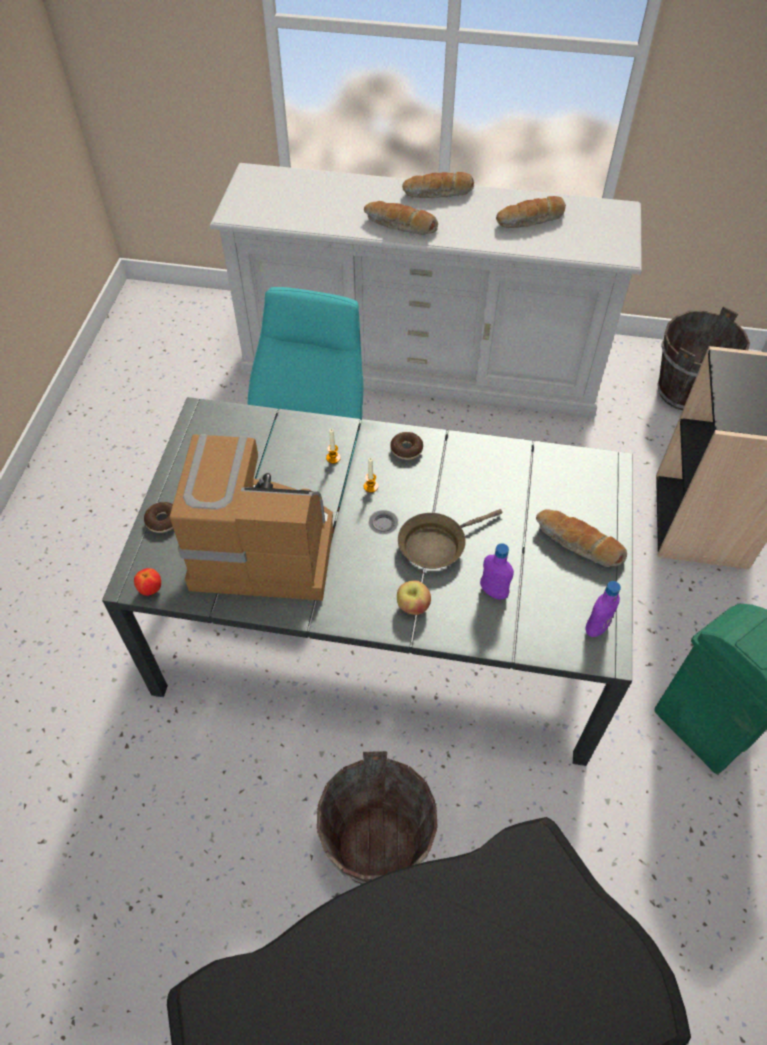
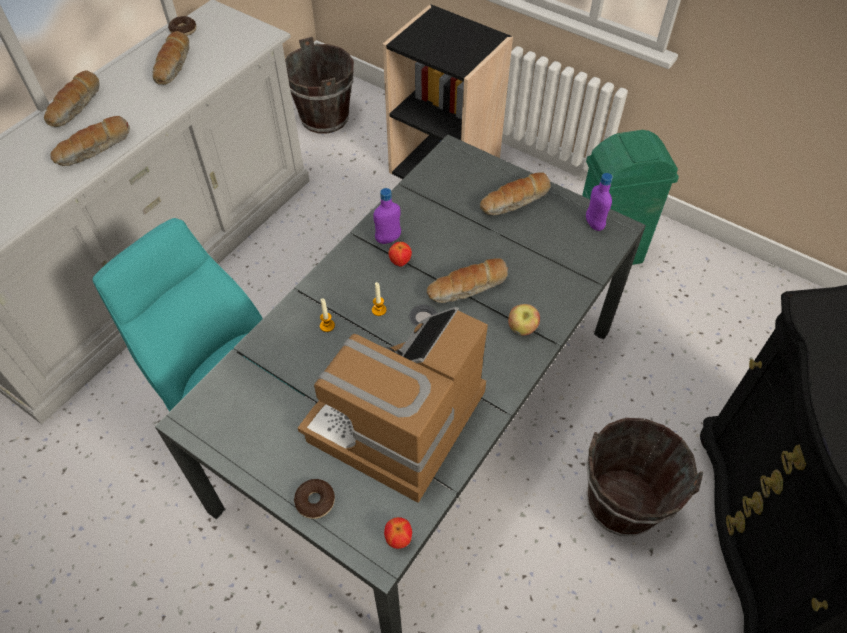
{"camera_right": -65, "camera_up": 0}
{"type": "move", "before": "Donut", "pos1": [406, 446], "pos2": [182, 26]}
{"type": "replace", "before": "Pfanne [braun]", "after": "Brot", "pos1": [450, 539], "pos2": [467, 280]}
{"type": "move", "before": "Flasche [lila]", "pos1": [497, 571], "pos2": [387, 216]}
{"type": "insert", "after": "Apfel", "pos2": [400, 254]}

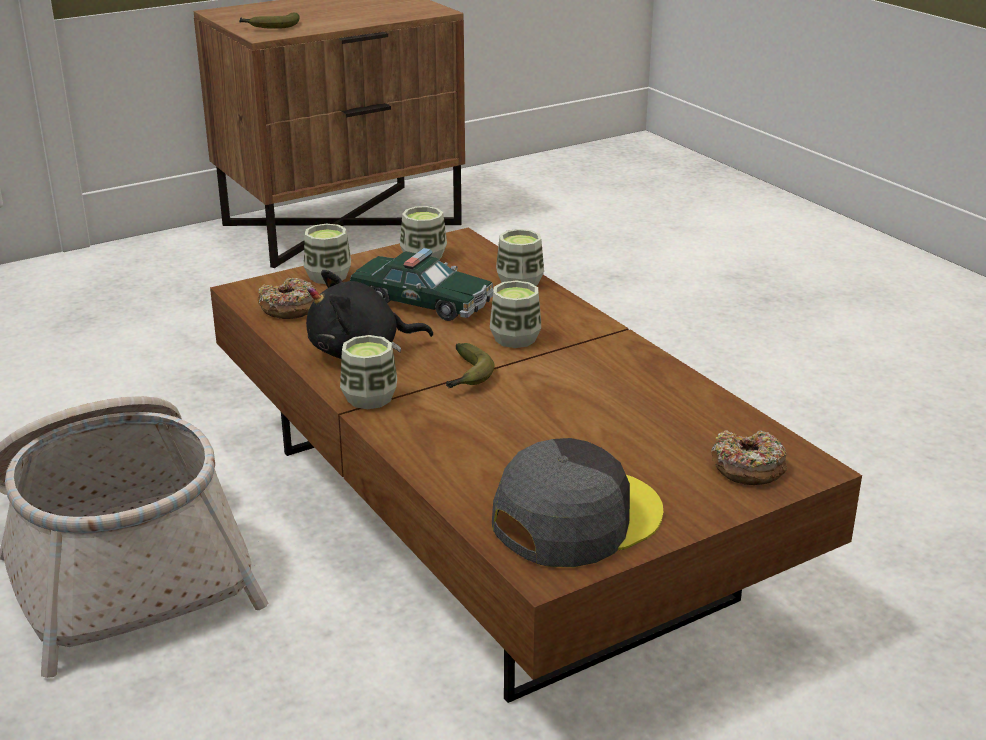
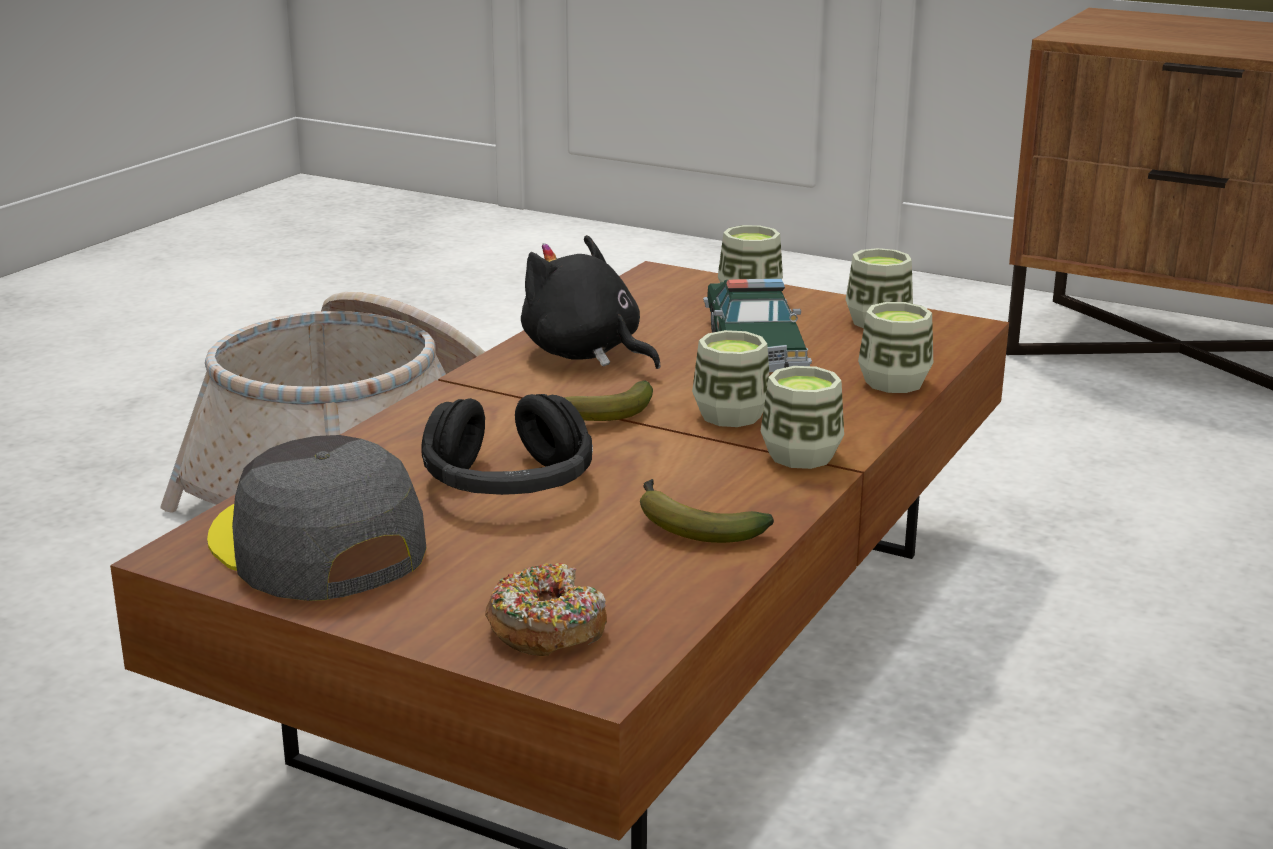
{"camera_right": 60, "camera_up": -5}
{"type": "move", "before": "Banane", "pos1": [269, 21], "pos2": [707, 511]}
{"type": "delete", "before": "Donut", "pos1": [286, 298]}
{"type": "move", "before": "Tasse", "pos1": [368, 372], "pos2": [802, 417]}
{"type": "rotate", "before": "Kappe [grau]", "pos1": [577, 502], "pos2": [317, 518], "turn": -150}
{"type": "insert", "after": "Kopfhörer [schwarz]", "pos2": [507, 444]}

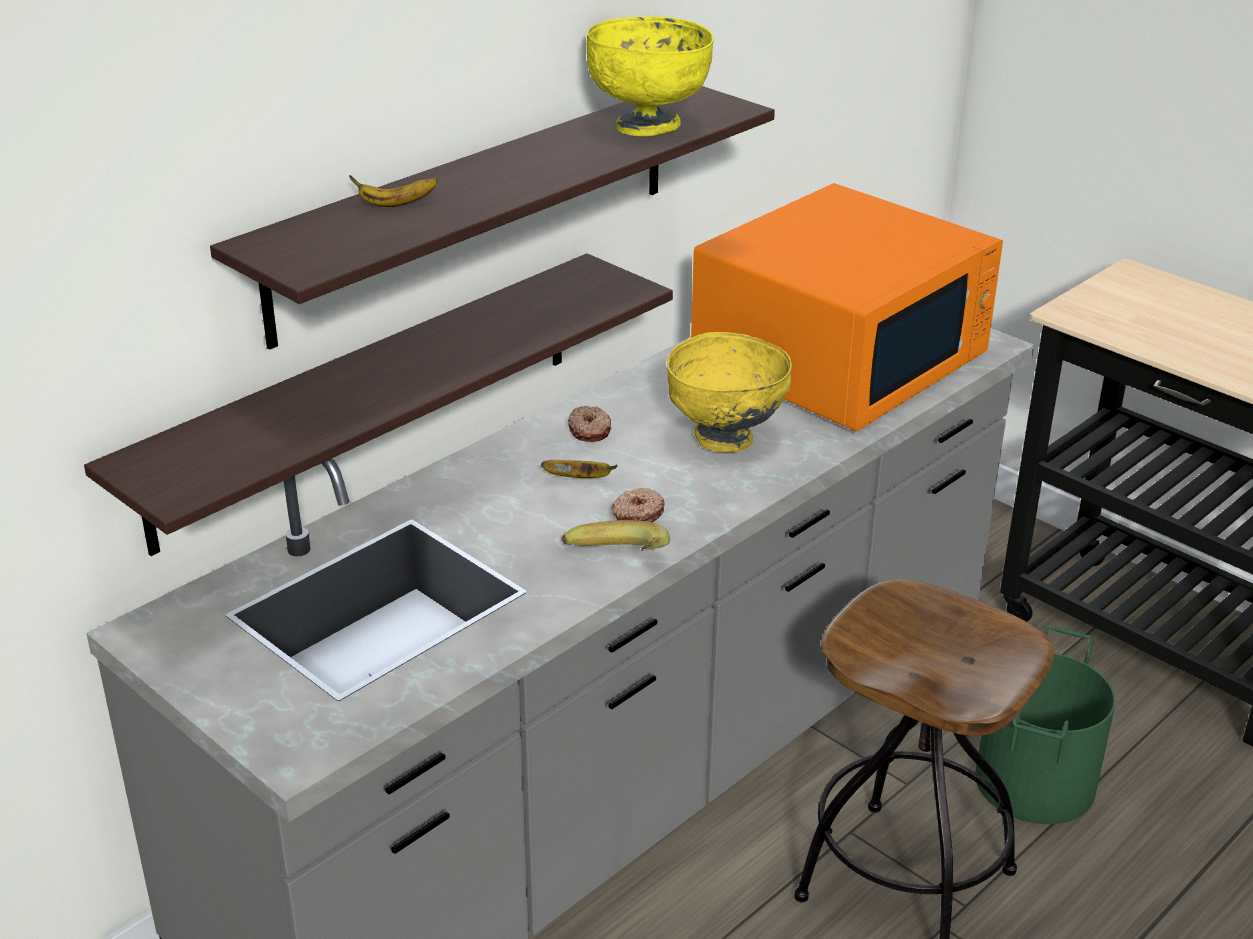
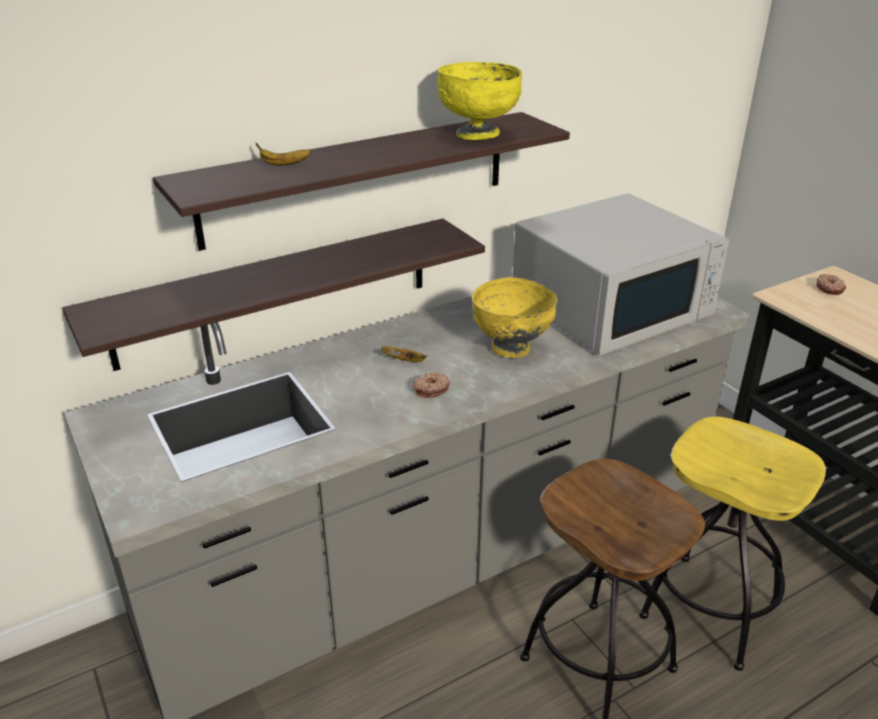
{"camera_right": 15, "camera_up": 0}
{"type": "delete", "before": "Banane", "pos1": [615, 535]}
{"type": "move", "before": "Donut", "pos1": [589, 424], "pos2": [831, 284]}
{"type": "recolor", "before": "Mikrowelle [orange]", "after": "Mikrowelle [weiß]", "pos1": [847, 307], "pos2": [620, 274]}
{"type": "replace", "before": "Eimer [grün]", "after": "Hocker [gelb]", "pos1": [1045, 725], "pos2": [732, 544]}

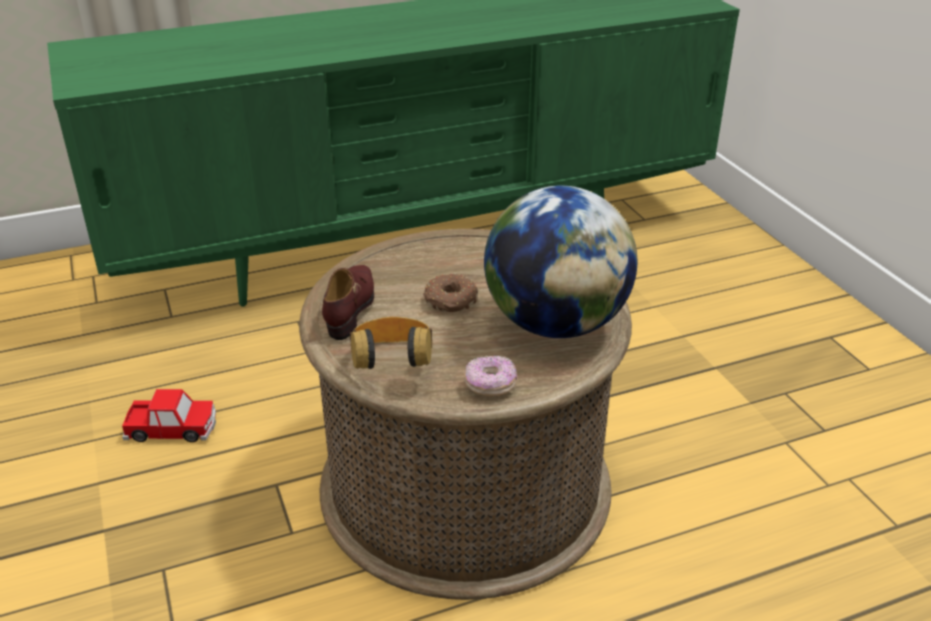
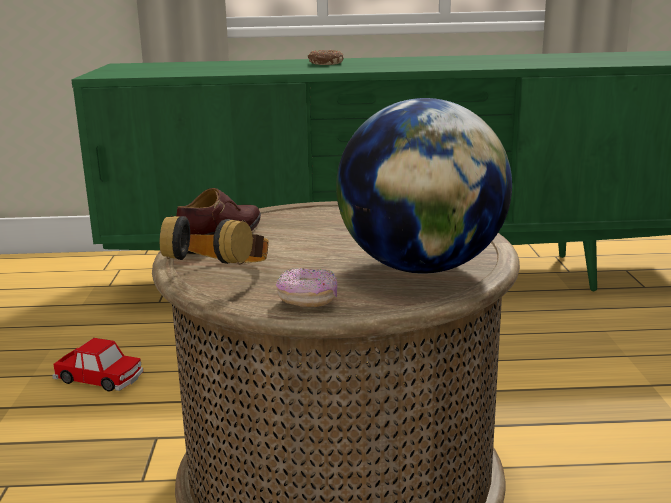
{"camera_right": 20, "camera_up": -15}
{"type": "move", "before": "Donut", "pos1": [450, 293], "pos2": [325, 57]}

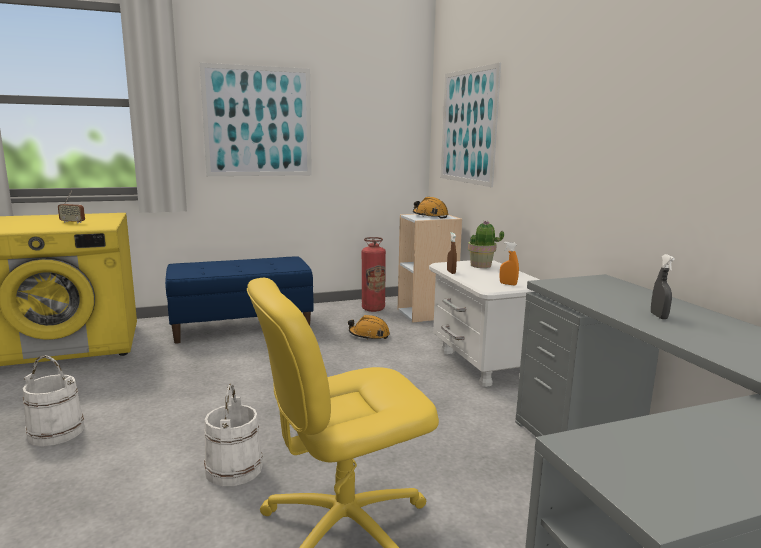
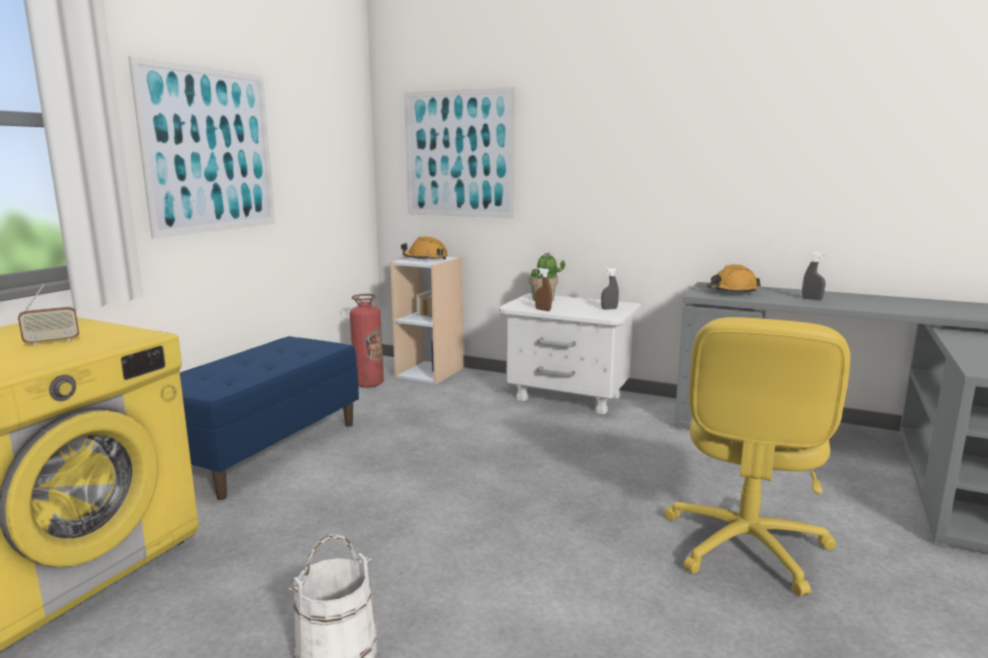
{"camera_right": -45, "camera_up": 0}
{"type": "delete", "before": "Eimer [weiß]", "pos1": [233, 435]}
{"type": "move", "before": "Schutzhelm [orange]", "pos1": [369, 327], "pos2": [734, 278]}
{"type": "recolor", "before": "Sprühflasche [orange]", "after": "Sprühflasche [grau]", "pos1": [509, 263], "pos2": [610, 288]}

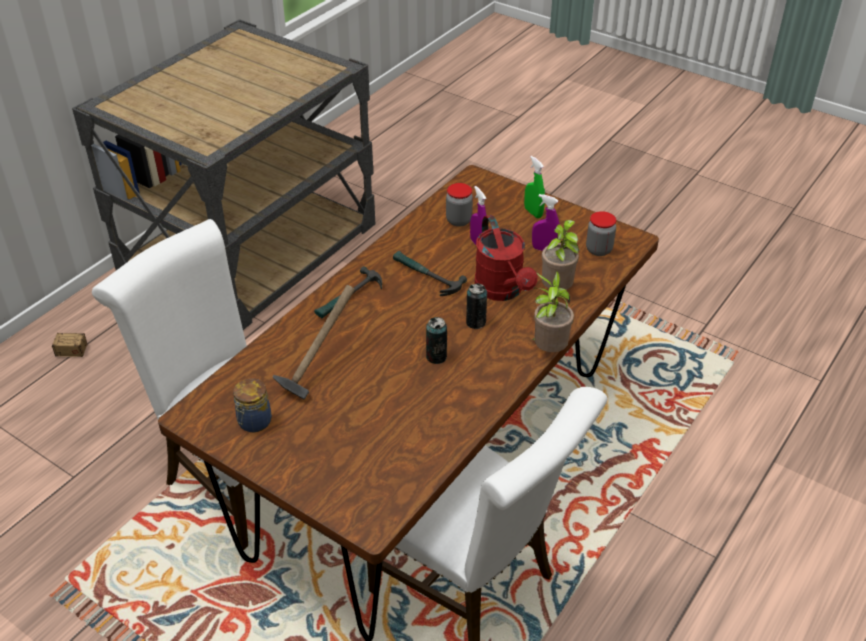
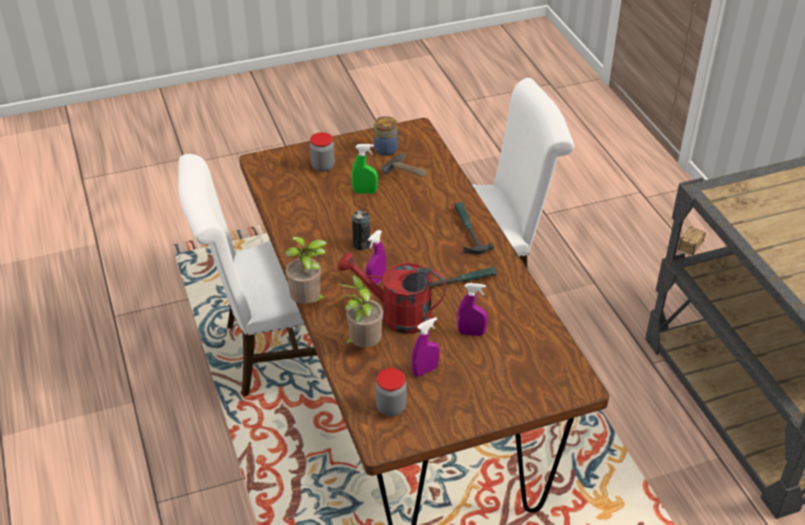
{"camera_right": 125, "camera_up": 0}
{"type": "move", "before": "Vorratsglas", "pos1": [459, 205], "pos2": [322, 152]}
{"type": "replace", "before": "Dose", "after": "Sprühflasche [lila]", "pos1": [476, 306], "pos2": [376, 257]}
{"type": "move", "before": "Sprühflasche [grün]", "pos1": [534, 187], "pos2": [365, 169]}

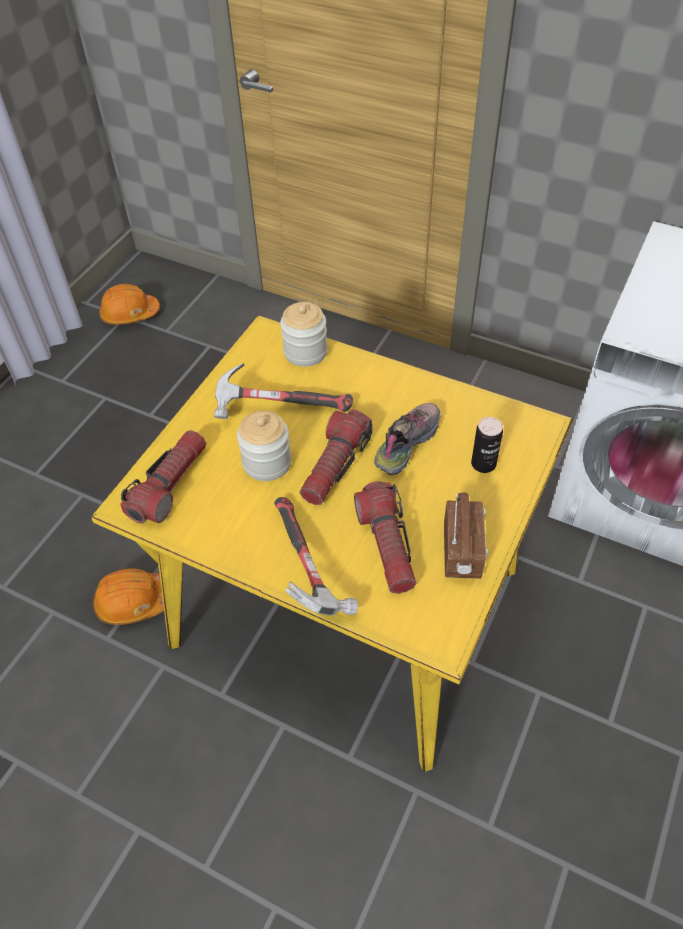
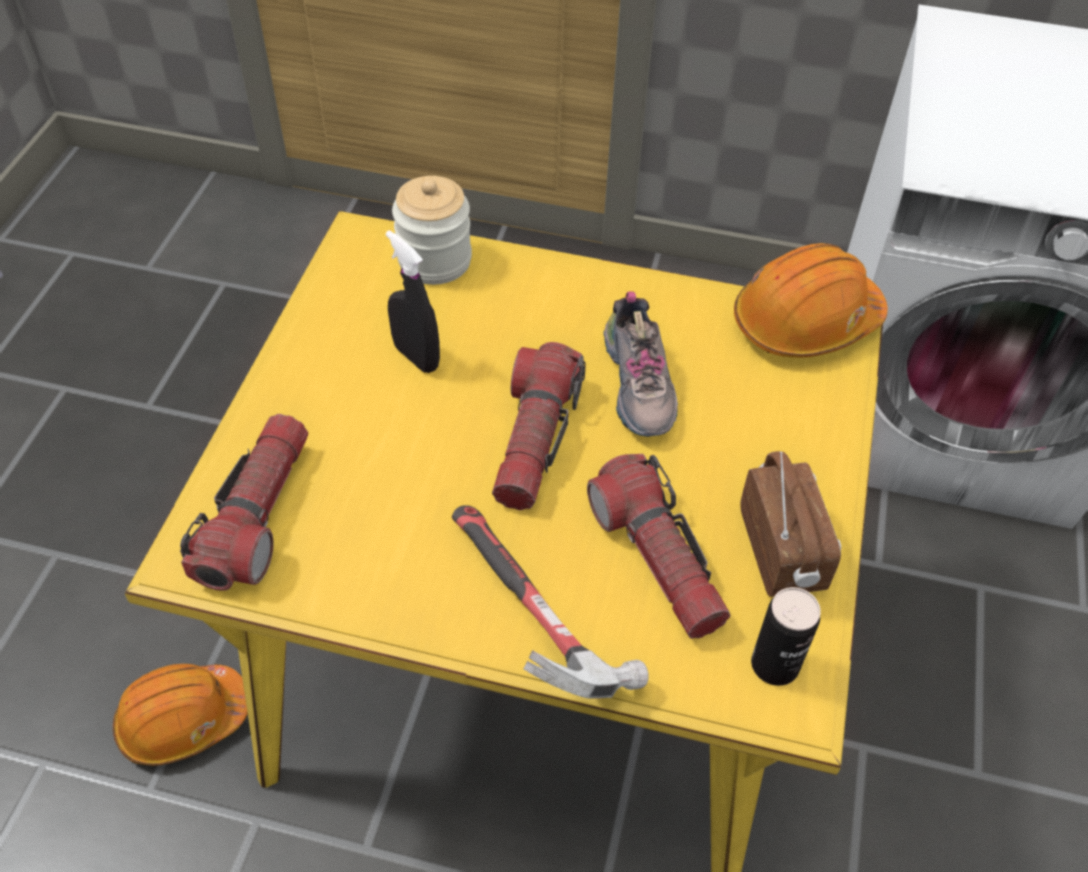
{"camera_right": -15, "camera_up": 0}
{"type": "move", "before": "Schutzhelm [orange]", "pos1": [129, 304], "pos2": [811, 300]}
{"type": "replace", "before": "Hammer", "after": "Sprühflasche [schwarz]", "pos1": [283, 391], "pos2": [413, 301]}
{"type": "delete", "before": "Vorratsglas", "pos1": [264, 446]}
{"type": "rotate", "before": "Schuh", "pos1": [407, 439], "pos2": [640, 364], "turn": 150}
{"type": "move", "before": "Dose", "pos1": [487, 445], "pos2": [786, 636]}

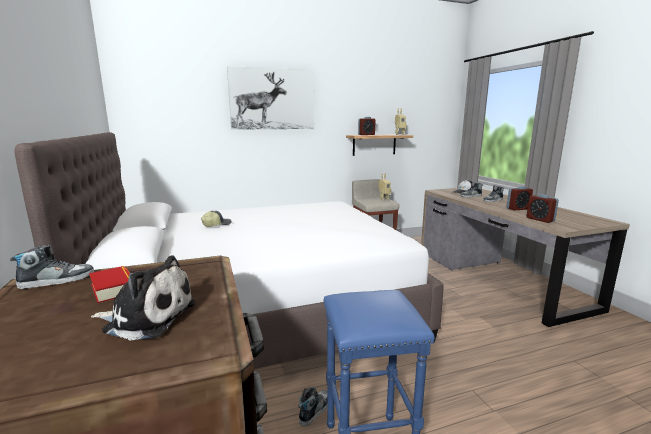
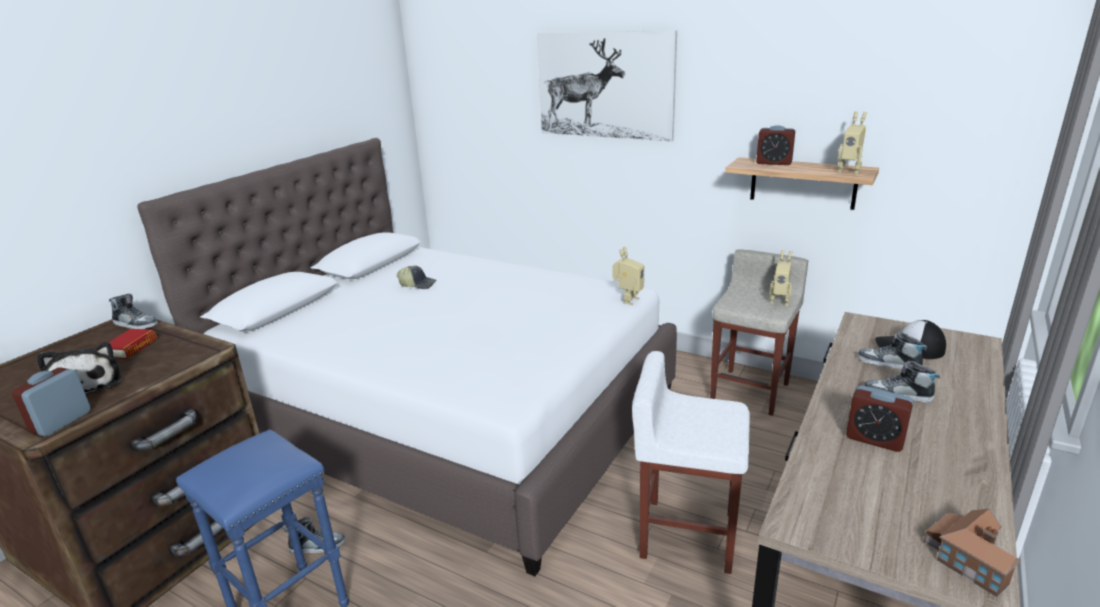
{"camera_right": 50, "camera_up": 10}
{"type": "move", "before": "Wecker", "pos1": [543, 208], "pos2": [51, 402]}
{"type": "insert", "after": "Spielzeugroboter", "pos2": [628, 276]}
{"type": "insert", "after": "Hocker [weiß]", "pos2": [691, 462]}
{"type": "insert", "after": "Spielzeughaus", "pos2": [972, 553]}

